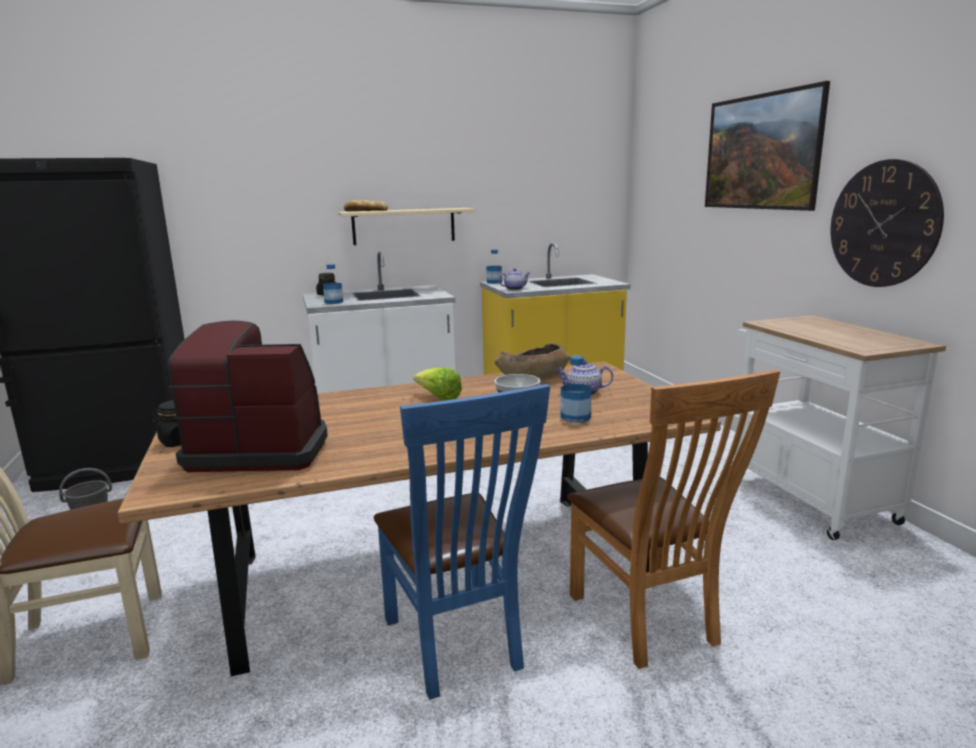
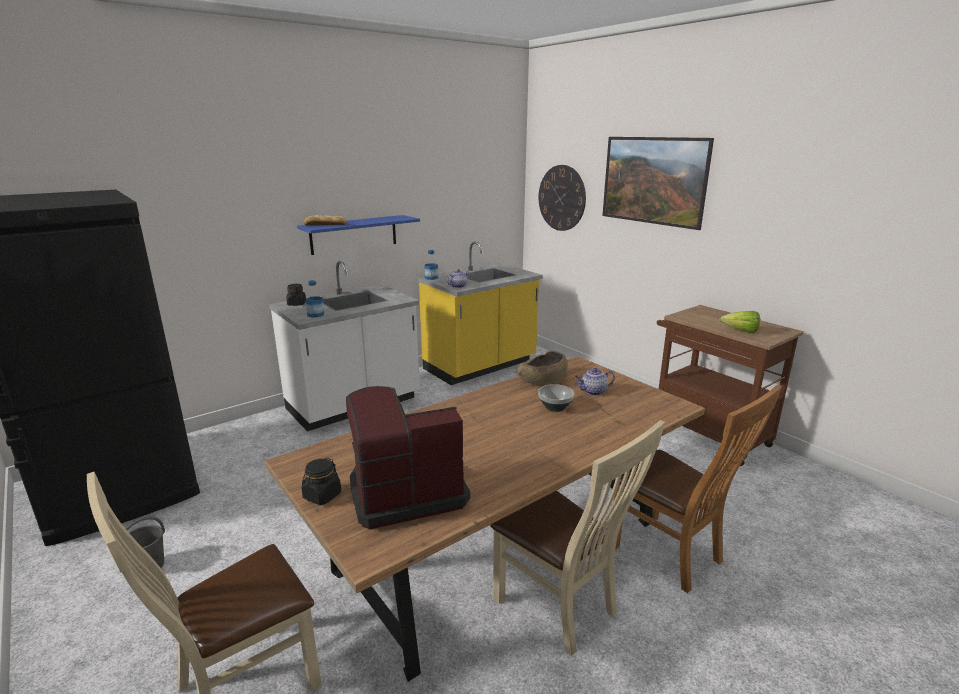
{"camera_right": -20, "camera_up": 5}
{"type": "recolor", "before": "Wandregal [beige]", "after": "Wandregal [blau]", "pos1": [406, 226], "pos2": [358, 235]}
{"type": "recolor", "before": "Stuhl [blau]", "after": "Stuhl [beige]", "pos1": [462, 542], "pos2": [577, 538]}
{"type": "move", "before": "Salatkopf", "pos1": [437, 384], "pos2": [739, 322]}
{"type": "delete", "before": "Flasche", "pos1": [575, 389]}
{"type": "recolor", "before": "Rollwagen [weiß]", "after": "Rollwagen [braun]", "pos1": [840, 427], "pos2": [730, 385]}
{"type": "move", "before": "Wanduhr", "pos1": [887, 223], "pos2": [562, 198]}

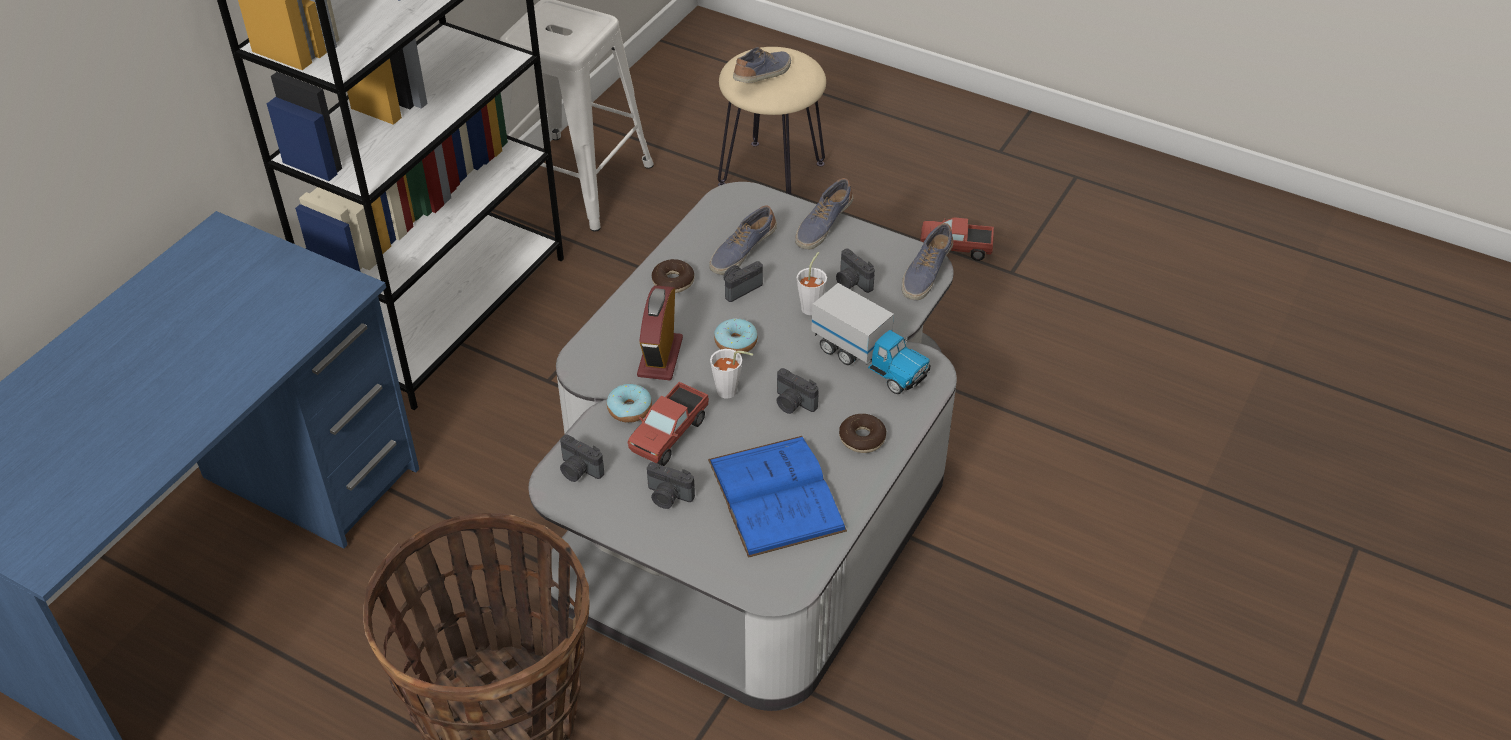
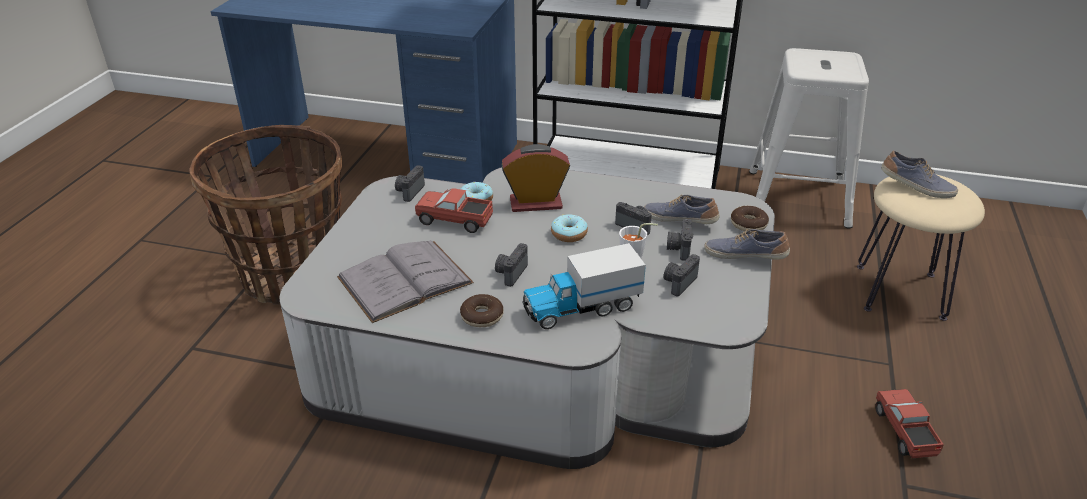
{"camera_right": 75, "camera_up": -10}
{"type": "move", "before": "Kamera", "pos1": [671, 485], "pos2": [680, 240]}
{"type": "move", "before": "Donut", "pos1": [673, 276], "pos2": [750, 219]}
{"type": "recolor", "before": "Buch [blau]", "after": "Buch [grau]", "pos1": [777, 497], "pos2": [405, 281]}
{"type": "delete", "before": "Tasse [weiß]", "pos1": [731, 374]}
{"type": "rotate", "before": "Spielzeuglaster", "pos1": [871, 338], "pos2": [584, 286], "turn": 45}
{"type": "delete", "before": "Schuh", "pos1": [927, 261]}

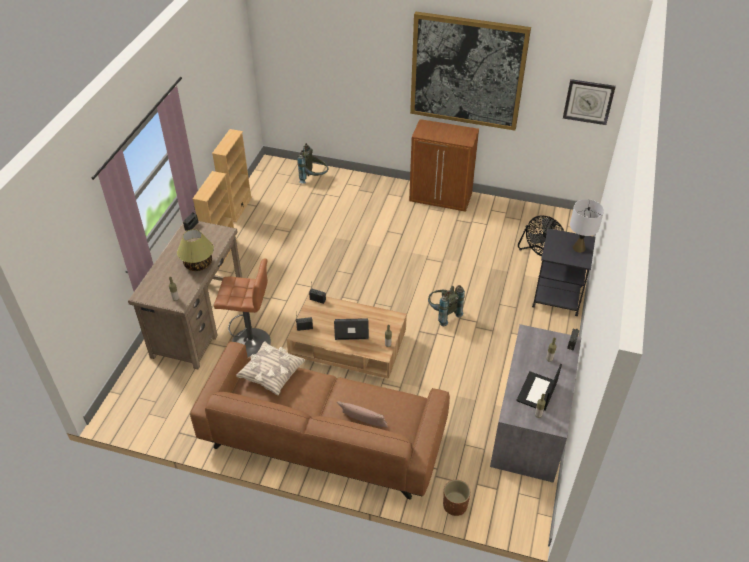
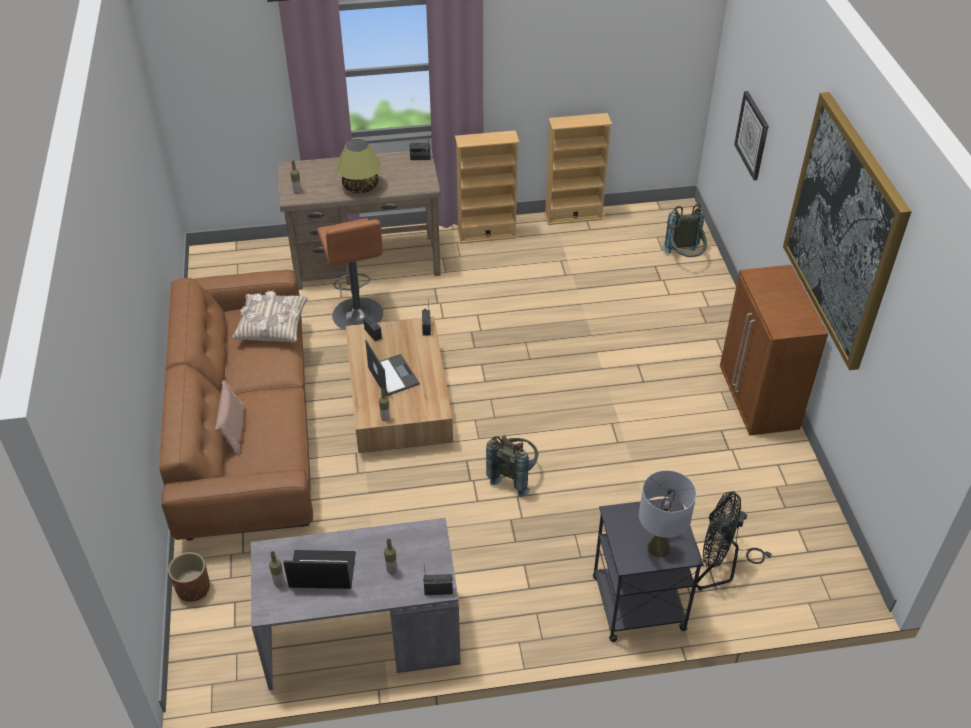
{"camera_right": 65, "camera_up": 0}
{"type": "move", "before": "Wanduhr", "pos1": [589, 102], "pos2": [751, 135]}

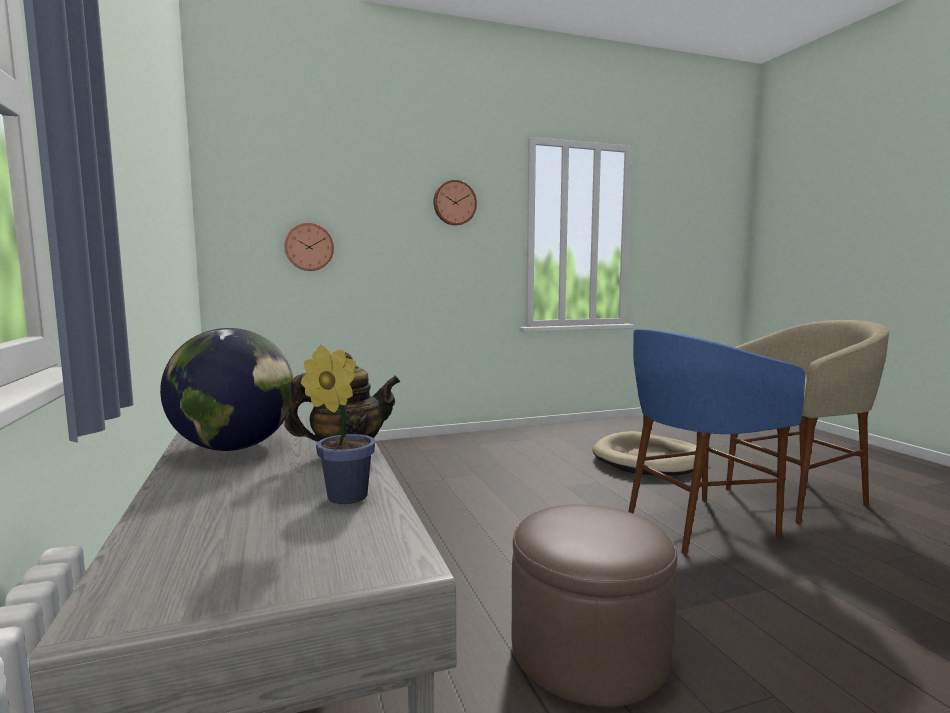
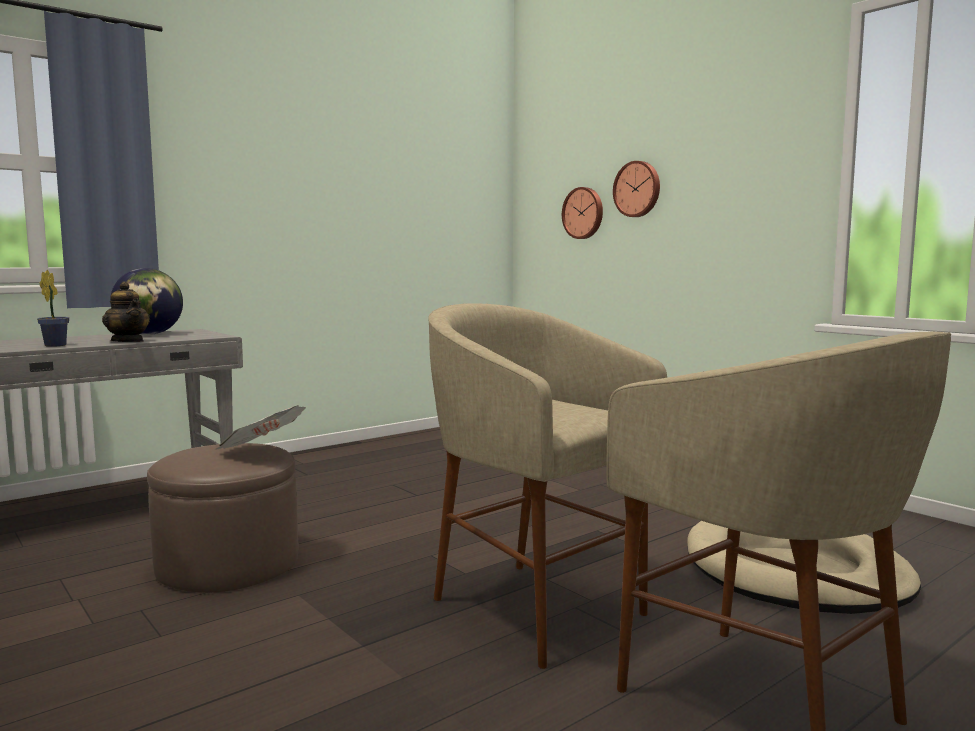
{"camera_right": 70, "camera_up": 0}
{"type": "move", "before": "Wanduhr", "pos1": [455, 203], "pos2": [636, 189]}
{"type": "recolor", "before": "Hocker [blau]", "after": "Hocker [beige]", "pos1": [716, 441], "pos2": [547, 486]}
{"type": "insert", "after": "Zeitung", "pos2": [261, 427]}

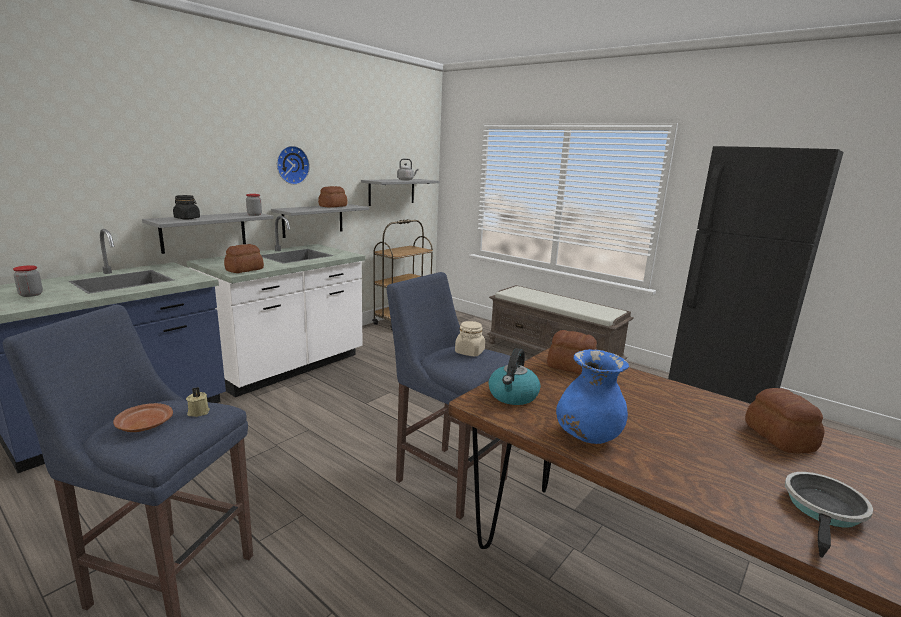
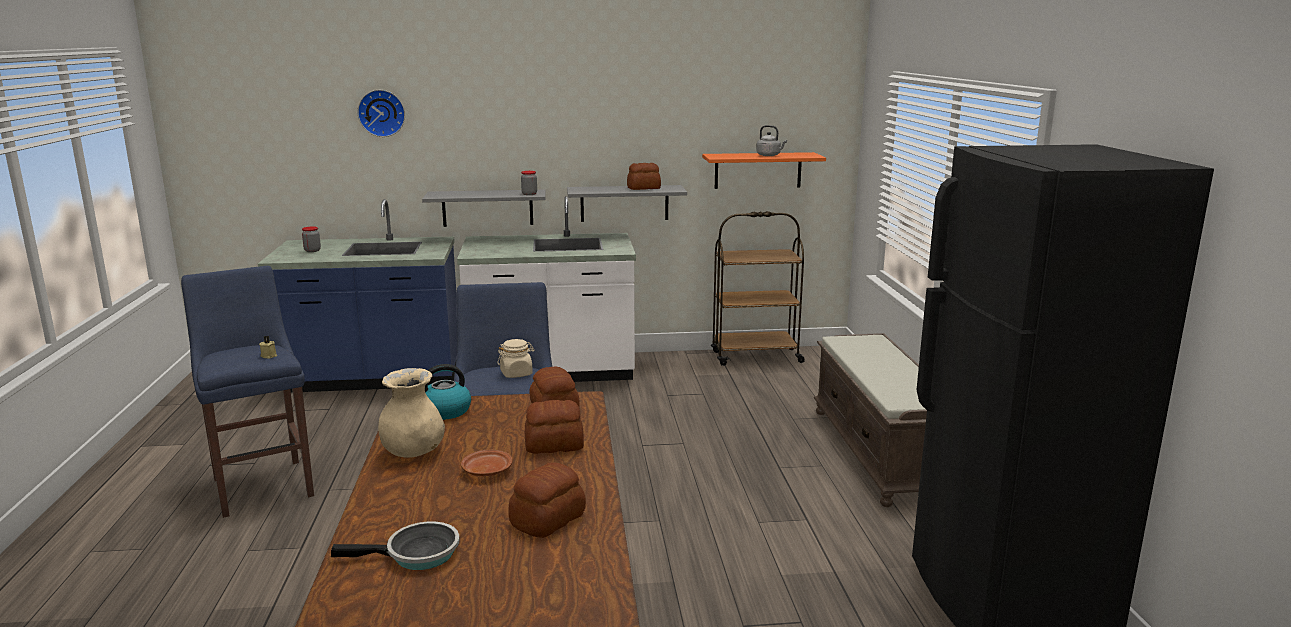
{"camera_right": 45, "camera_up": 0}
{"type": "move", "before": "Teller [braun]", "pos1": [143, 417], "pos2": [487, 463]}
{"type": "delete", "before": "Vorratsglas [schwarz]", "pos1": [186, 207]}
{"type": "move", "before": "Brot", "pos1": [244, 258], "pos2": [554, 427]}
{"type": "move", "before": "Wanduhr", "pos1": [293, 165], "pos2": [381, 113]}
{"type": "recolor", "before": "Wandregal [grau]", "after": "Wandregal [orange]", "pos1": [400, 192], "pos2": [764, 170]}
{"type": "recolor", "before": "Vase [blau]", "after": "Vase [beige]", "pos1": [592, 396], "pos2": [411, 412]}

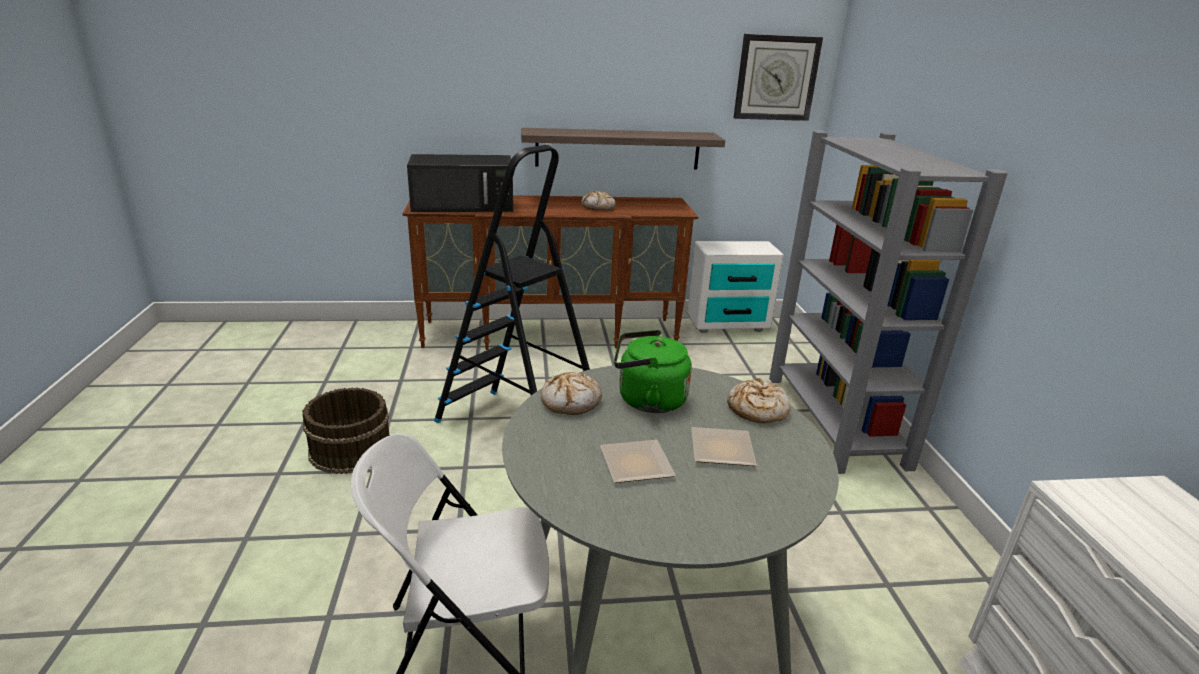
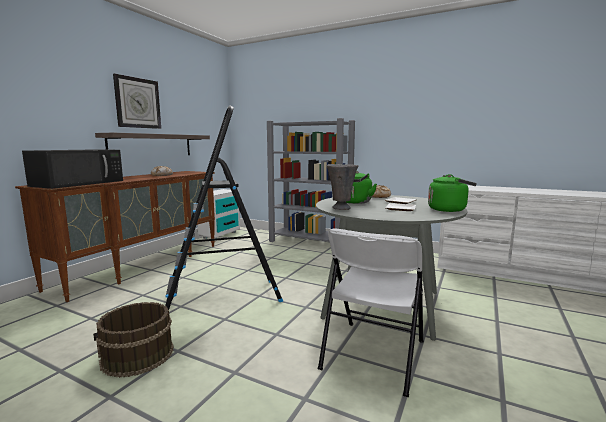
{"camera_right": -55, "camera_up": -15}
{"type": "replace", "before": "Brot", "after": "Vase [grau]", "pos1": [571, 393], "pos2": [342, 187]}
{"type": "move", "before": "Wanduhr", "pos1": [778, 77], "pos2": [137, 101]}
{"type": "insert", "after": "Wasserkessel [grün]", "pos2": [452, 193]}

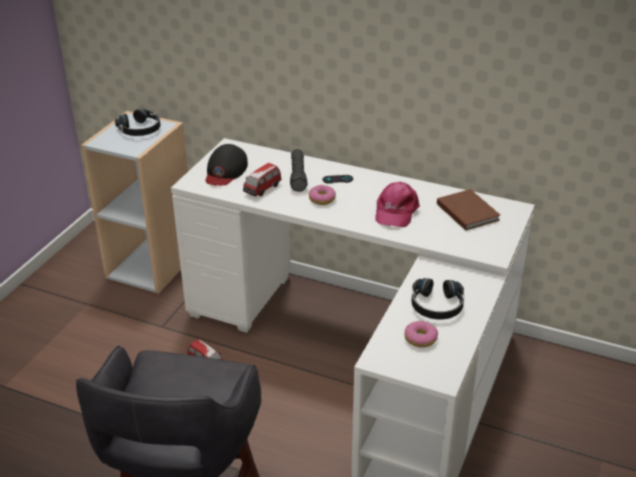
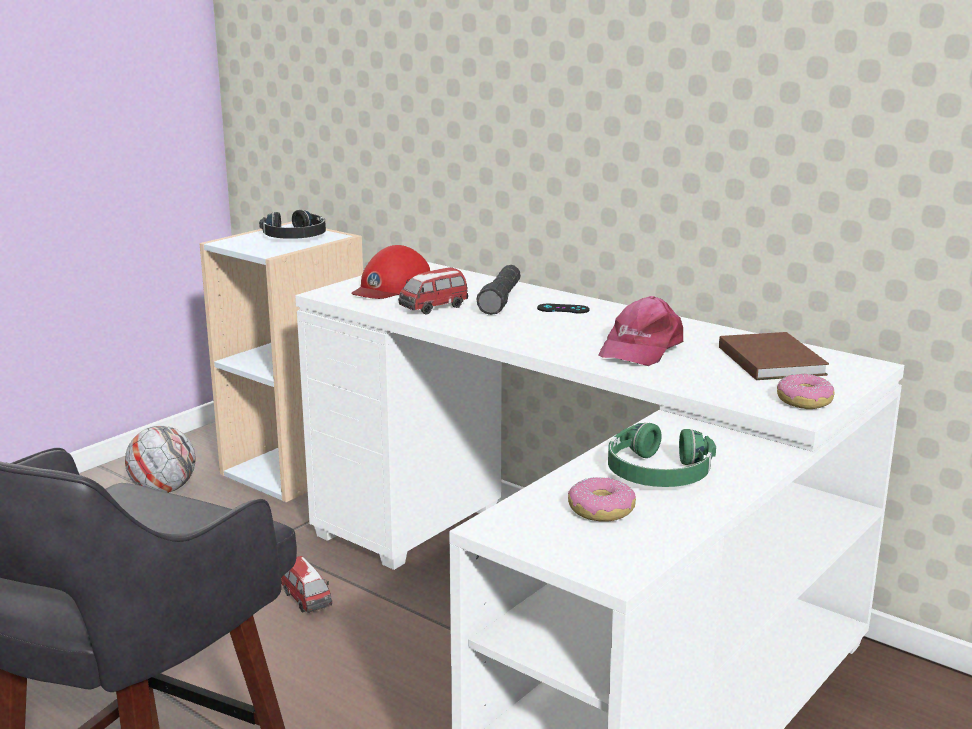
{"camera_right": 15, "camera_up": -15}
{"type": "recolor", "before": "Kappe [schwarz]", "after": "Kappe [rot]", "pos1": [226, 165], "pos2": [390, 272]}
{"type": "move", "before": "Donut", "pos1": [322, 195], "pos2": [805, 391]}
{"type": "recolor", "before": "Kopfhörer [schwarz]", "after": "Kopfhörer [grün]", "pos1": [438, 298], "pos2": [662, 455]}
{"type": "insert", "after": "Fußball", "pos2": [160, 459]}

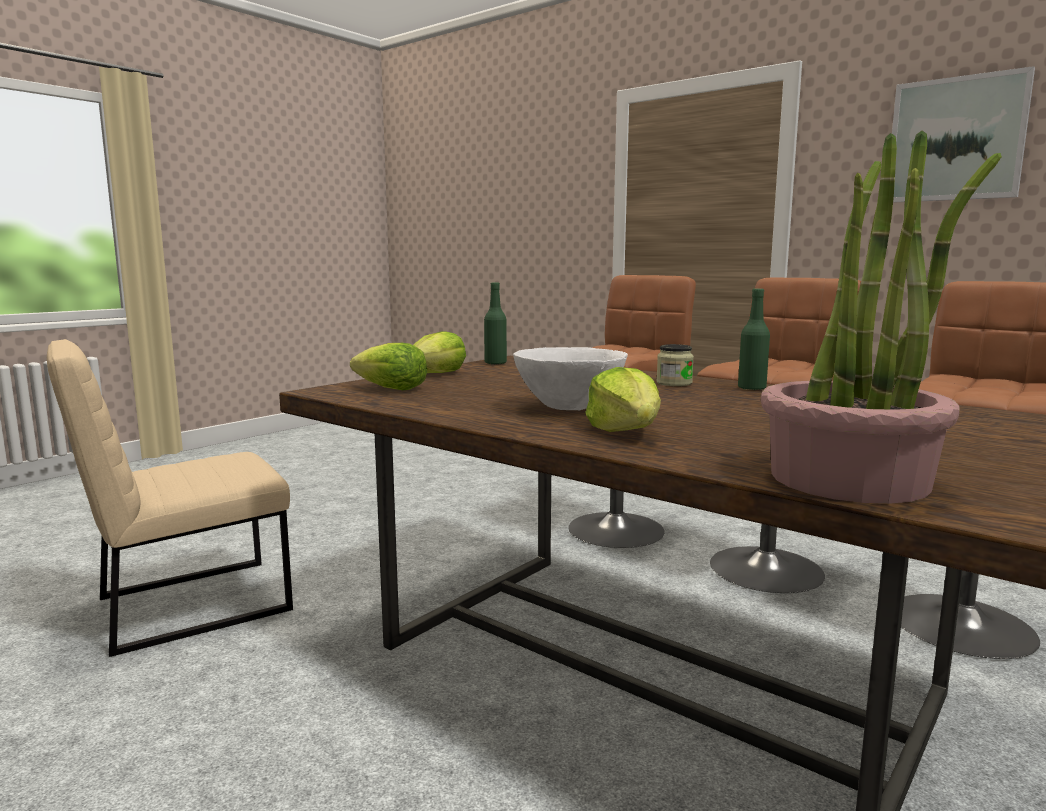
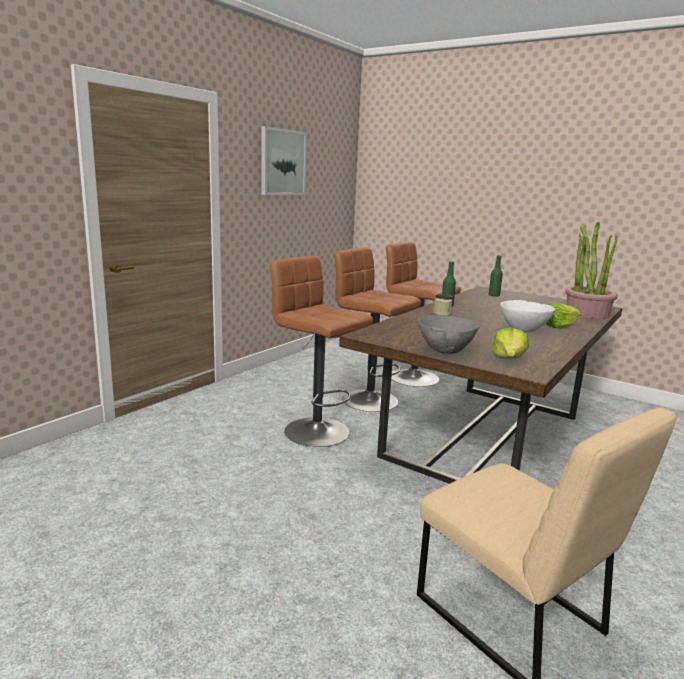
{"camera_right": -95, "camera_up": 5}
{"type": "replace", "before": "Salatkopf", "after": "Schüssel [grau]", "pos1": [440, 352], "pos2": [448, 334]}
{"type": "move", "before": "Flasche [grün]", "pos1": [495, 323], "pos2": [496, 276]}

